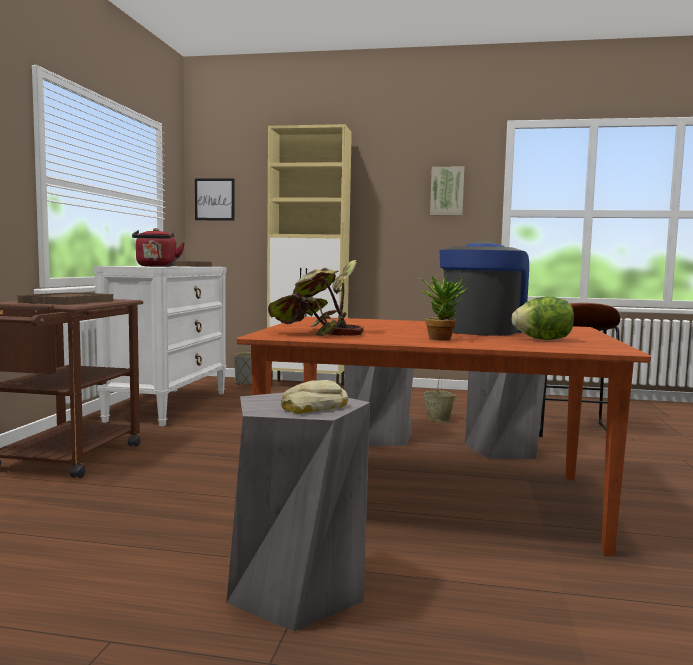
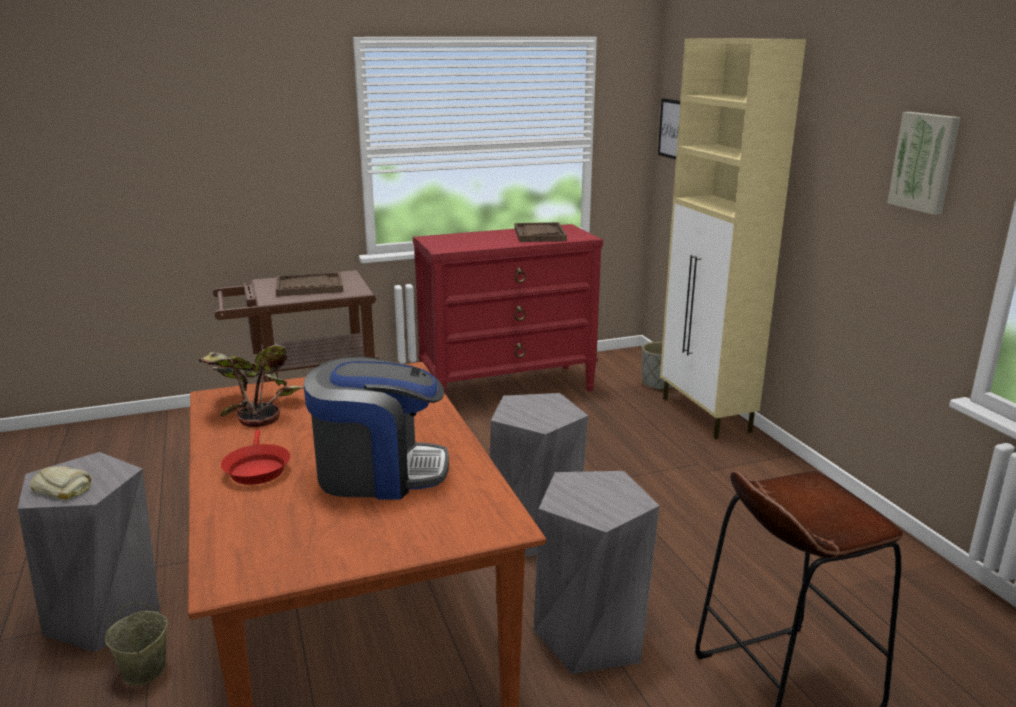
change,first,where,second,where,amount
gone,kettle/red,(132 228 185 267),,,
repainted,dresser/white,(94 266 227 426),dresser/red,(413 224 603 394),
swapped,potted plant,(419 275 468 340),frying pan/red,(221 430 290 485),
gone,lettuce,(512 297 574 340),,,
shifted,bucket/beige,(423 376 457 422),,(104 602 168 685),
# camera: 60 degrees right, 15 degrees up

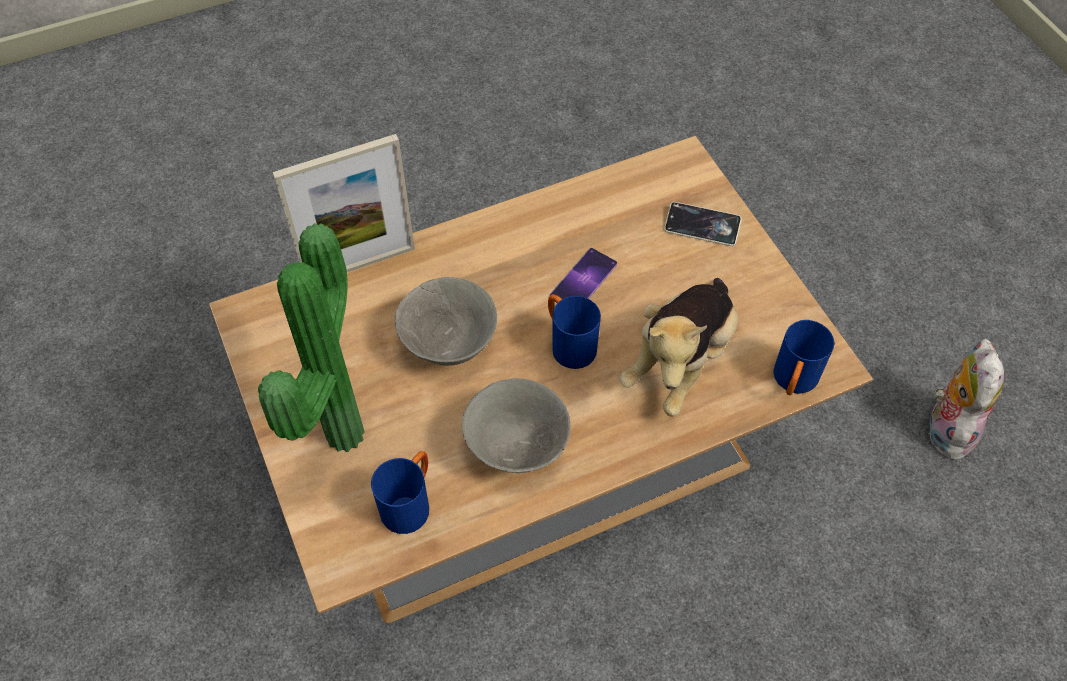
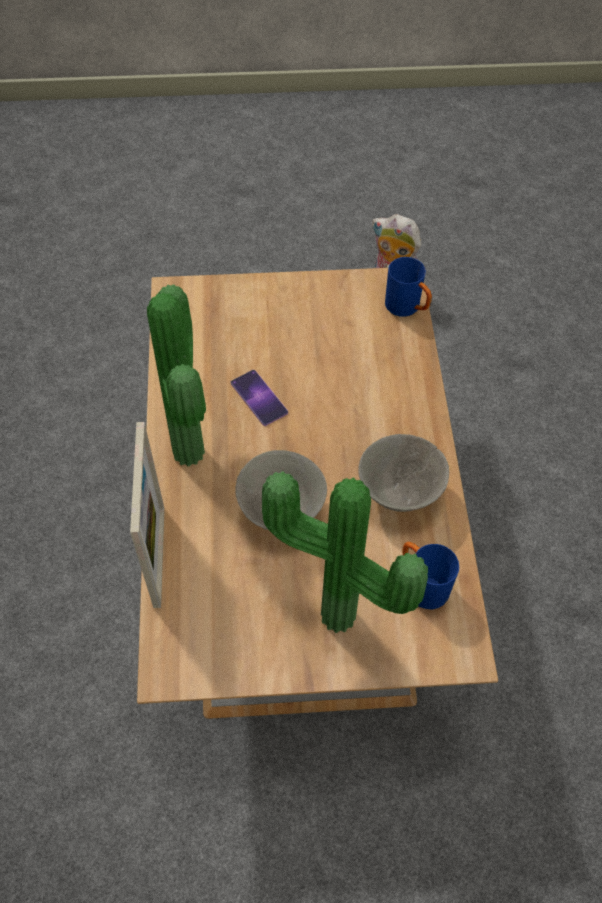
change,first,where,second,where,amount
gone,phone,(664 202 741 246),,,
gone,plush toy,(620 278 738 416),,,
gone,mug/blue,(548 294 601 369),,,
new,,,potted plant,(147 284 206 466),
# camera: 70 degrees left, 0 degrees up

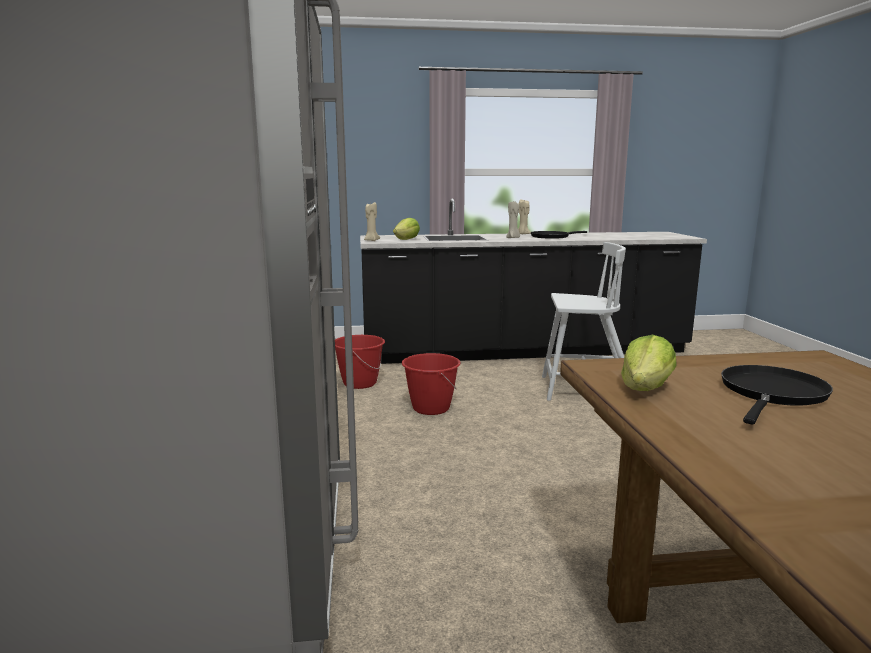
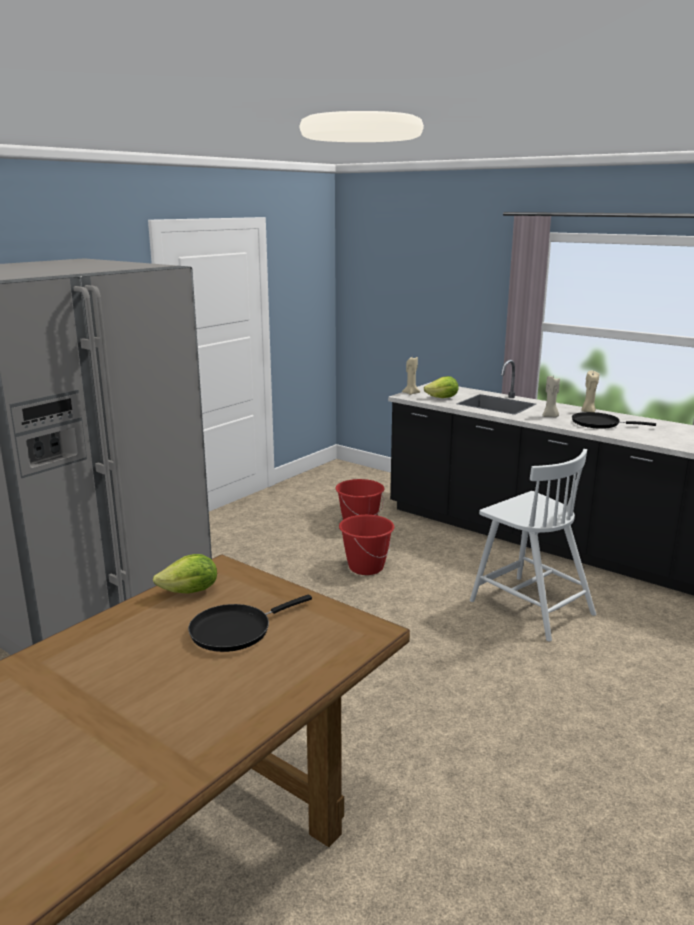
change,first,where,second,where,amount
rotated,frying pan/black,(721 365 833 425),,(188 594 312 652),150 degrees clockwise
# camera: 45 degrees right, 5 degrees up

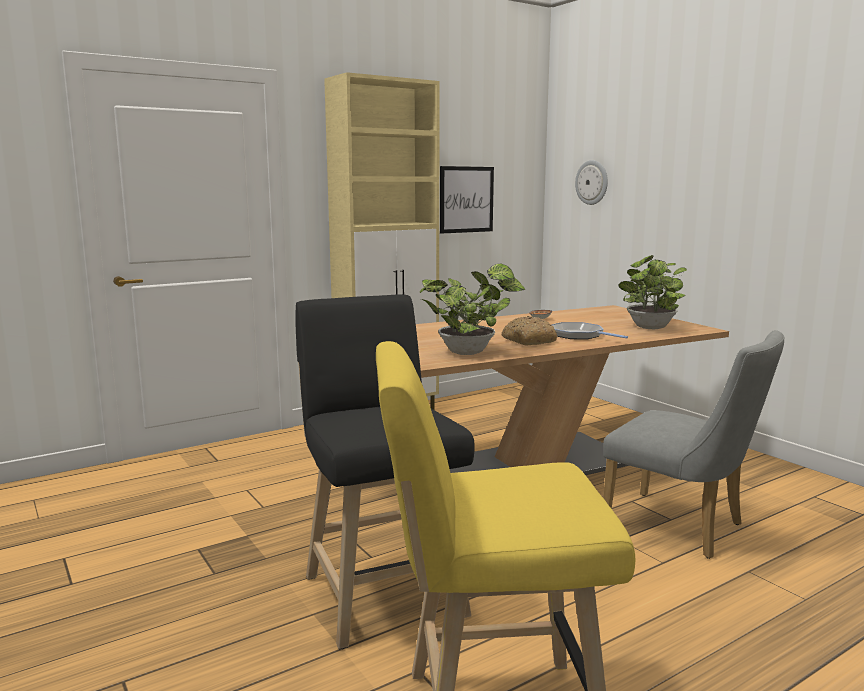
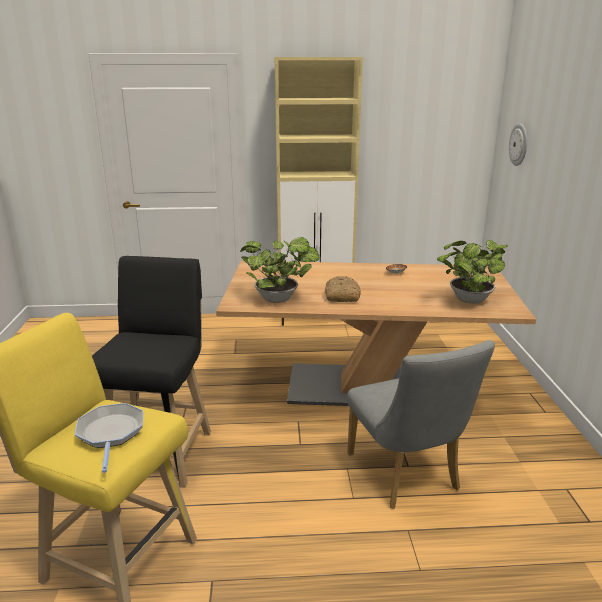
change,first,where,second,where,amount
gone,picture,(440 166 494 234),,,
shifted,frying pan,(551 322 628 339),,(75 403 143 473),
# camera: 30 degrees right, 10 degrees up

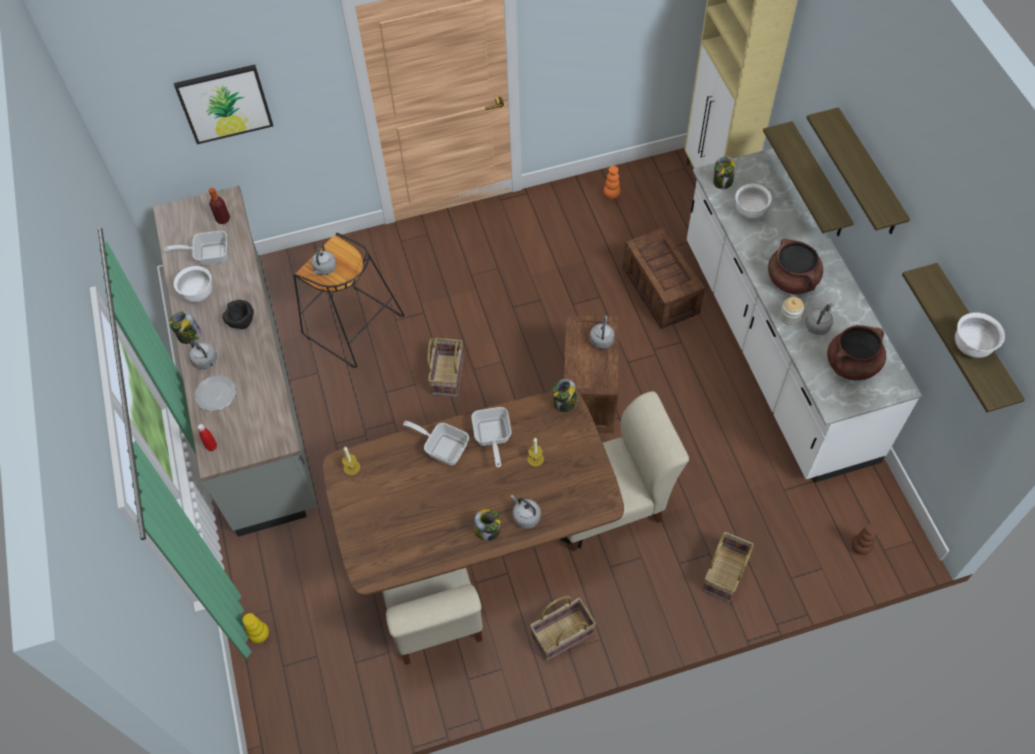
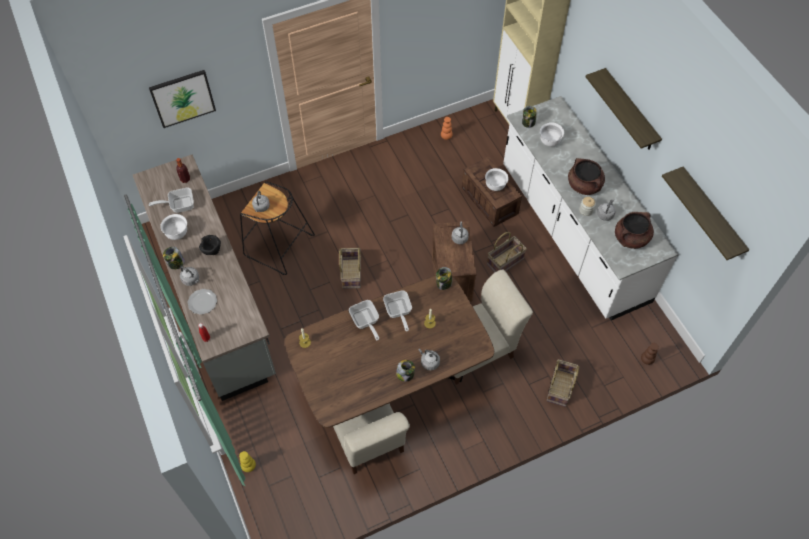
change,first,where,second,where,amount
gone,shelf,(763 121 854 236),,,
shifted,bowl/white,(955 312 1005 358),,(485 168 509 191),
rotated,frying pan,(403 421 469 465),,(349 300 379 340),135 degrees counterclockwise
shifted,basket,(530 596 596 661),,(487 232 527 273),
# camera: 10 degrees left, 0 degrees up

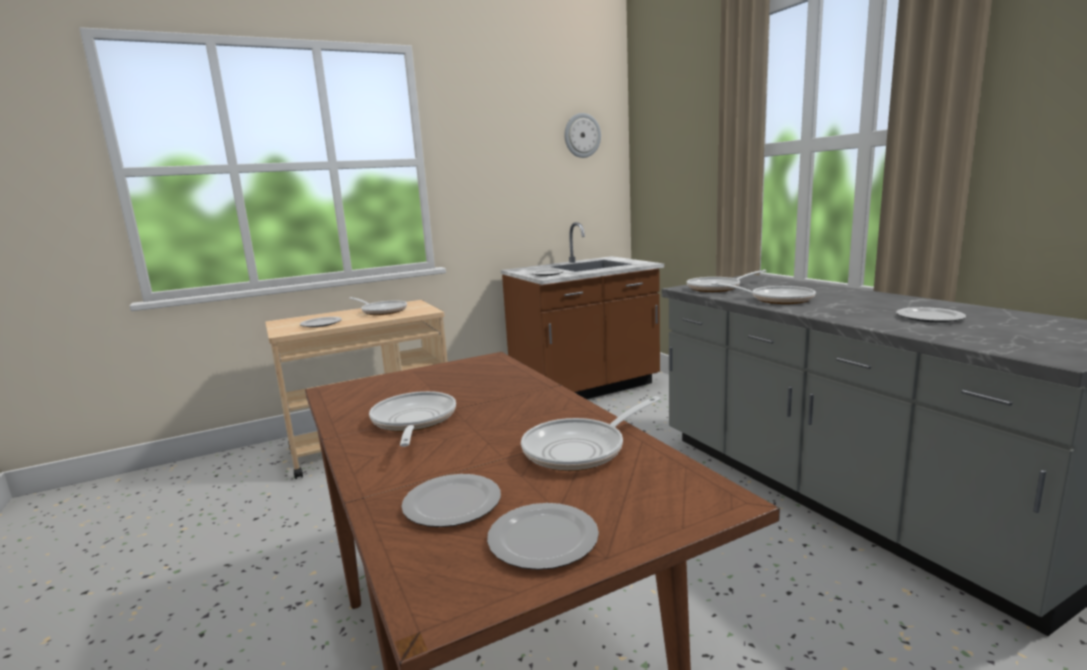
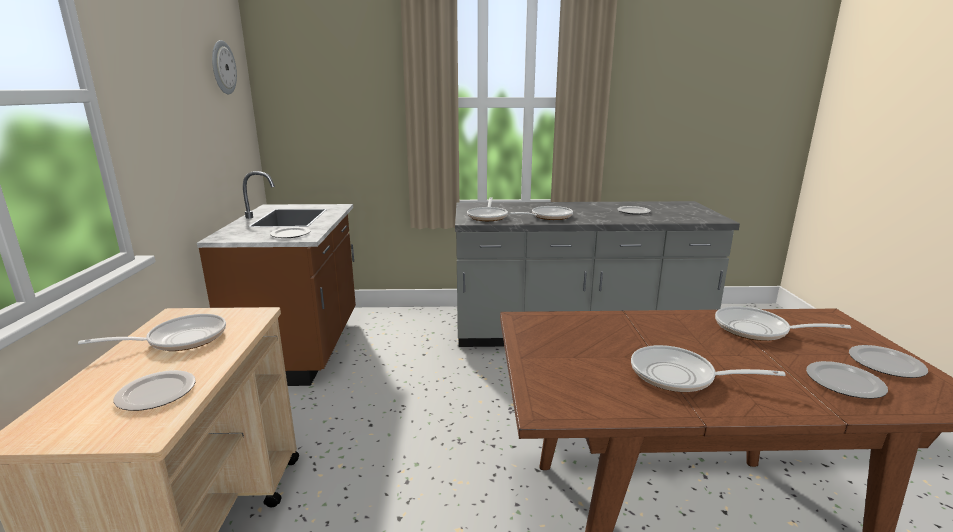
change,first,where,second,where,amount
rotated,frying pan,(521 396 661 471),,(715 306 851 341),120 degrees clockwise
# camera: 65 degrees left, 5 degrees up

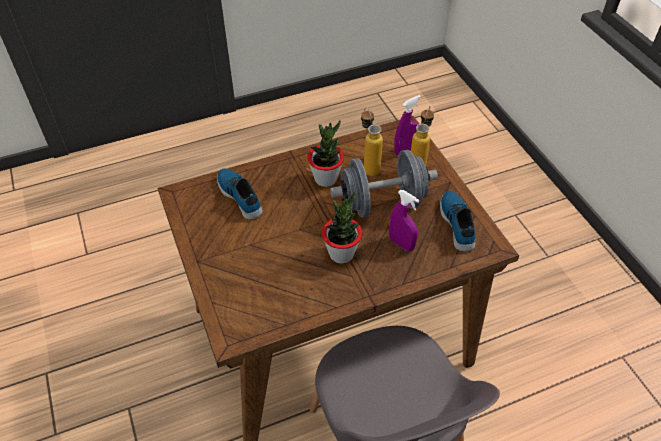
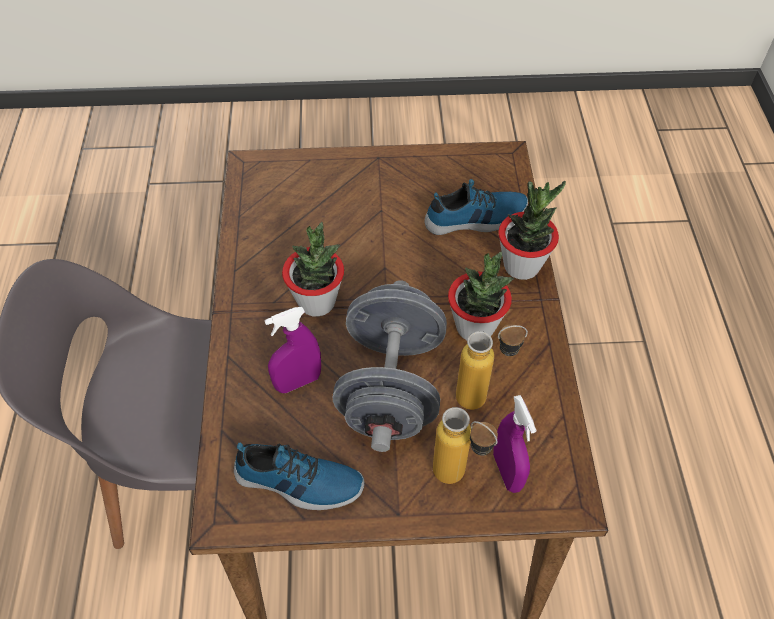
change,first,where,second,where,amount
new,,,potted plant,(499 181 566 280),
# camera: 110 degrees right, 5 degrees up

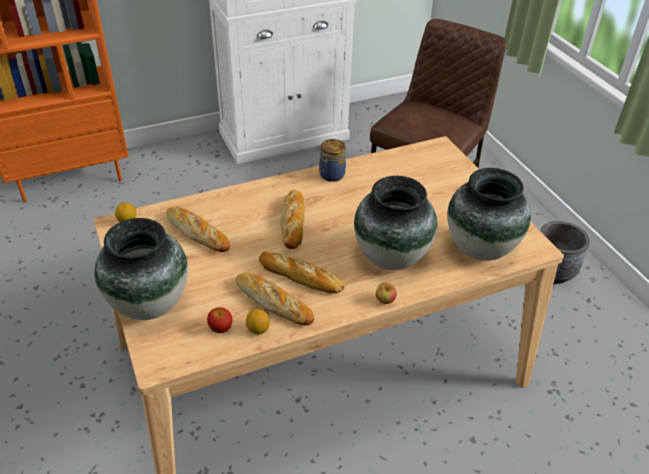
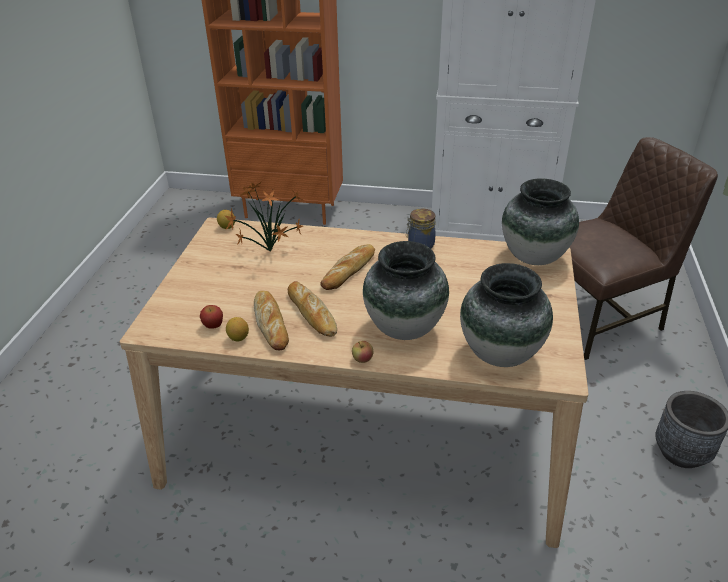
change,first,where,second,where,amount
swapped,bread,(166 206 230 252),potted plant,(225 181 303 252),
shifted,vase,(95 218 188 320),,(502 178 579 265),
# camera: 35 degrees right, 5 degrees down

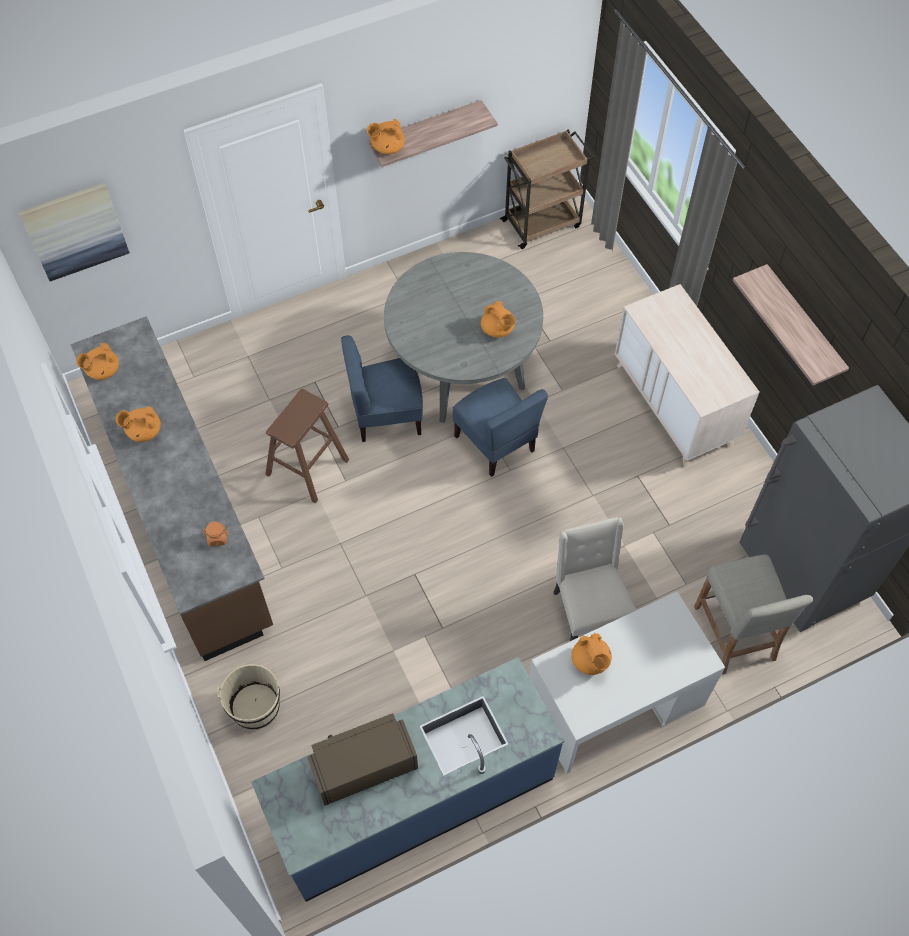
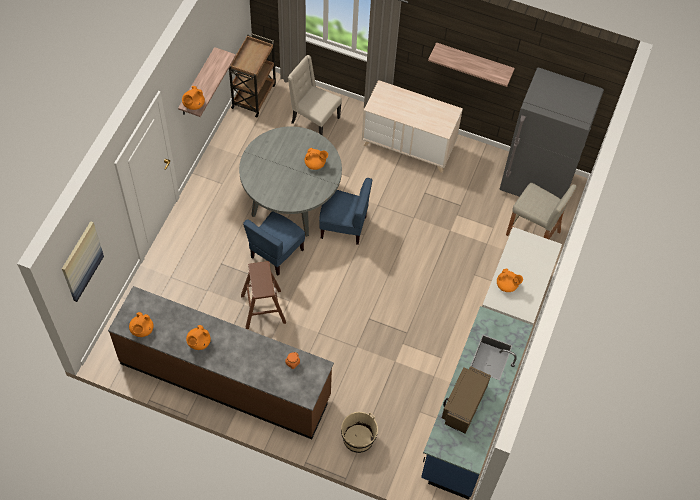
change,first,where,second,where,amount
shifted,chair/beige,(553 517 637 641),,(288 55 342 135),
# camera: 45 degrees left, 0 degrees up

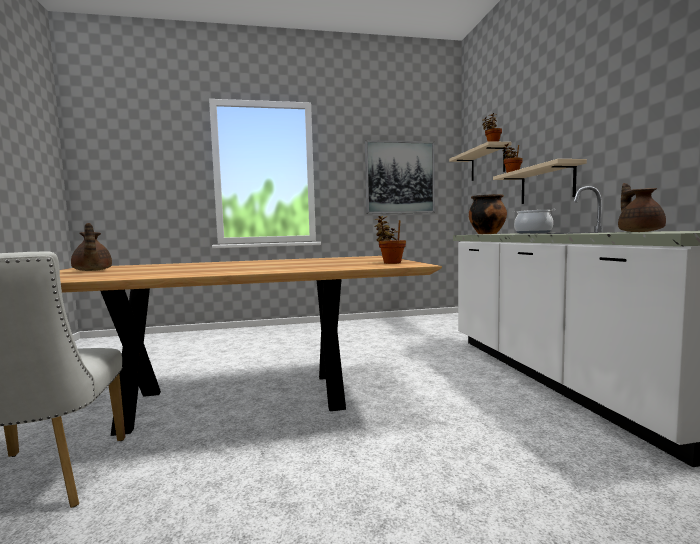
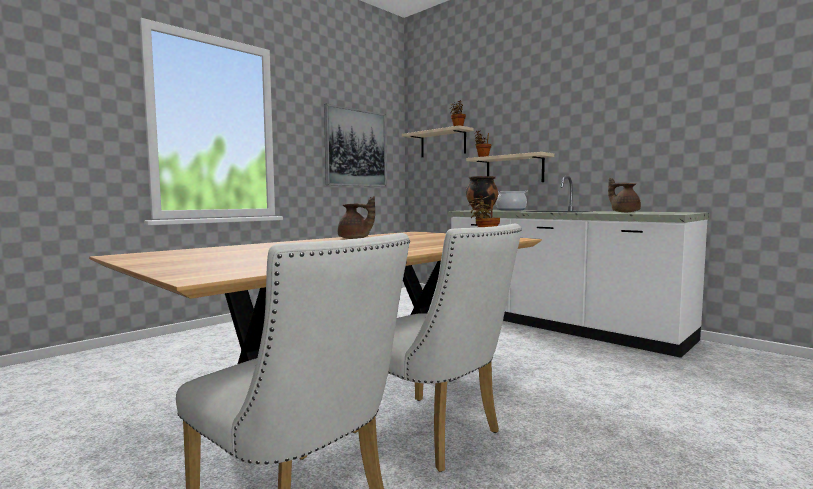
change,first,where,second,where,amount
shifted,teapot/brown,(71 223 112 271),,(338 196 375 239),
new,,,chair/white,(353 224 522 472),
# camera: 35 degrees left, 0 degrees up

